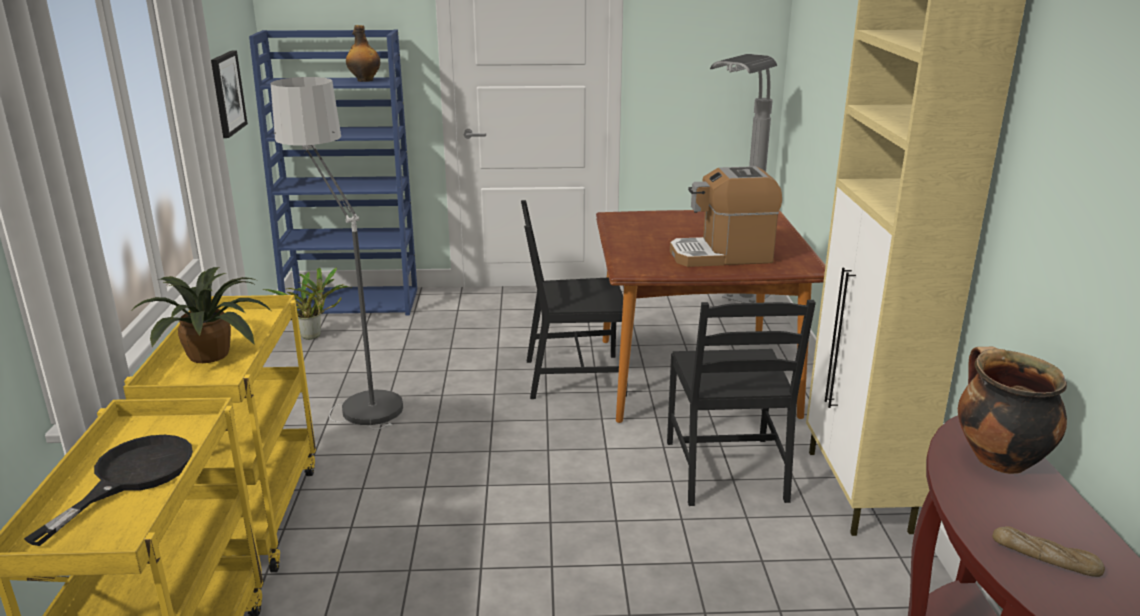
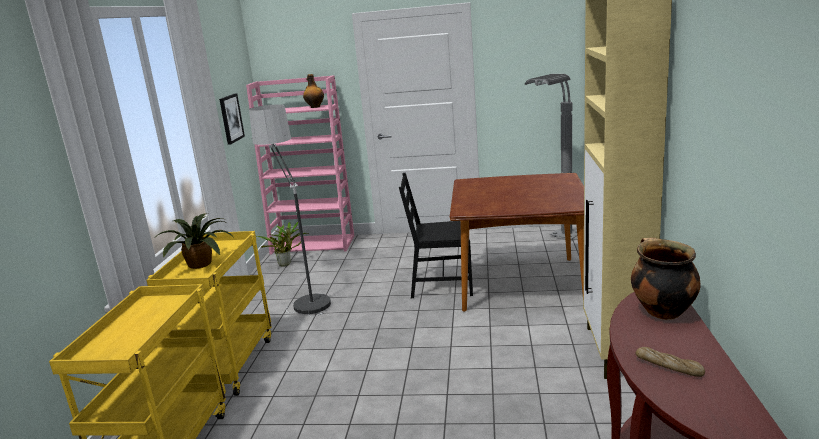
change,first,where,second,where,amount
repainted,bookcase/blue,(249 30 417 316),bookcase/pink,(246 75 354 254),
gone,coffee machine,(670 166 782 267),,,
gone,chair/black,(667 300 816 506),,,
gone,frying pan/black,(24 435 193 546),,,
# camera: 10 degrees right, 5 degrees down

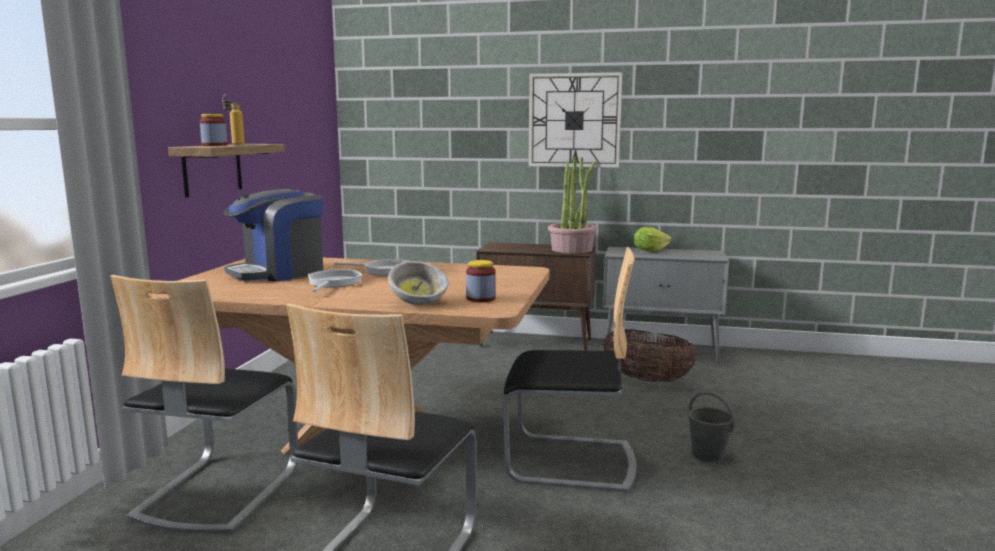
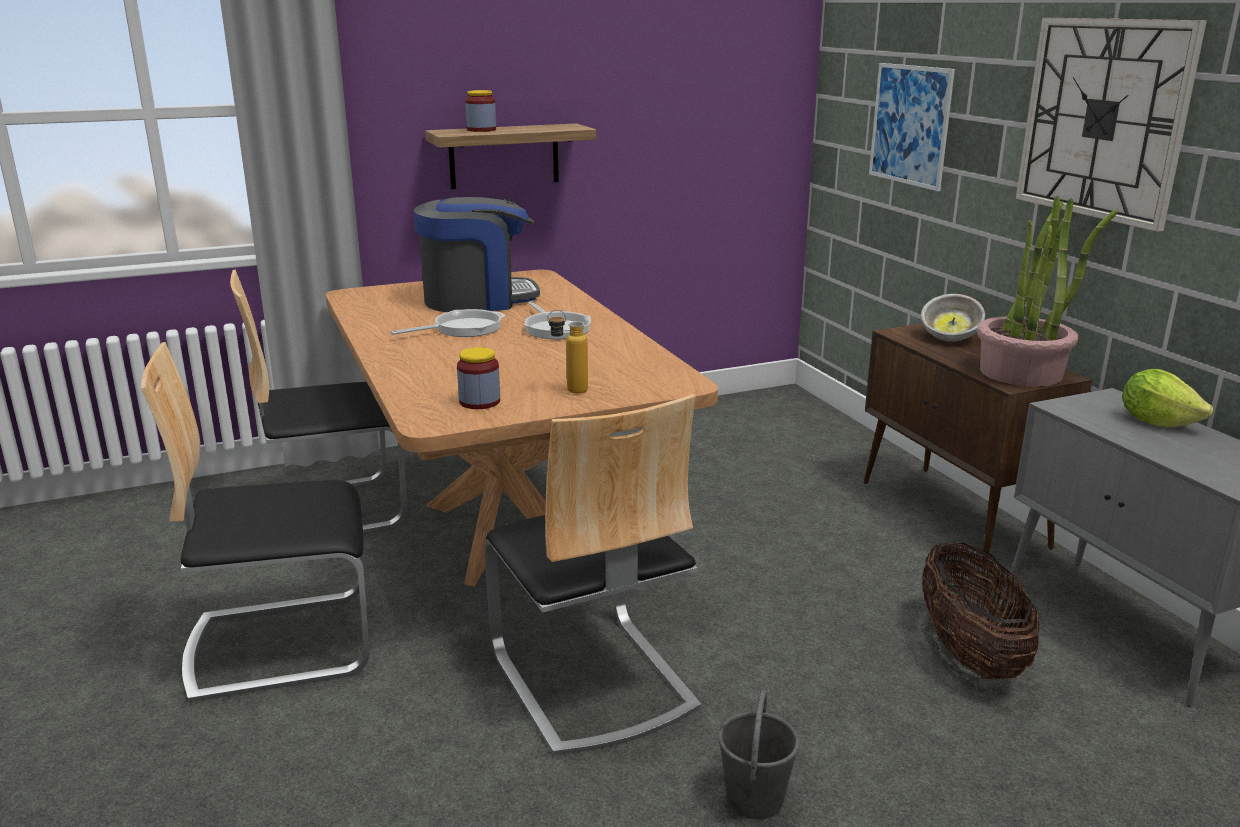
change,first,where,second,where,amount
shifted,bottle,(222 95 245 144),,(547 310 588 393),
rotated,coffee machine,(224 189 324 282),,(414 197 540 312),150 degrees clockwise
shifted,bowl,(388 261 449 305),,(921 294 985 342),
new,,,picture,(869 63 955 191),
# camera: 55 degrees right, 10 degrees up

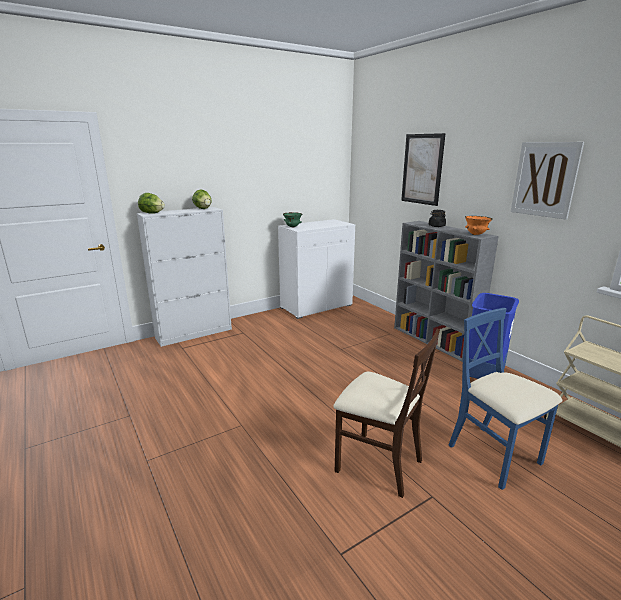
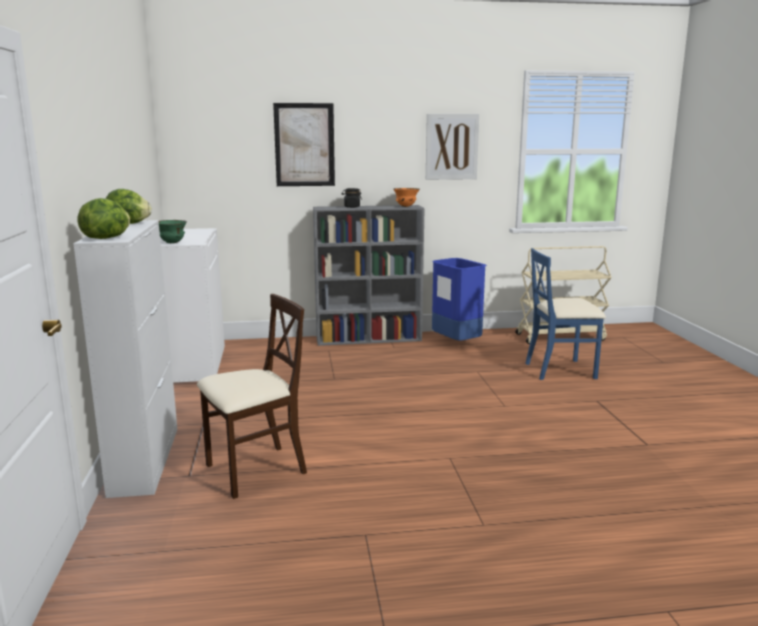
change,first,where,second,where,amount
shifted,chair/beige,(333 329 440 498),,(197 294 307 499),
# camera: 65 degrees left, 5 degrees down

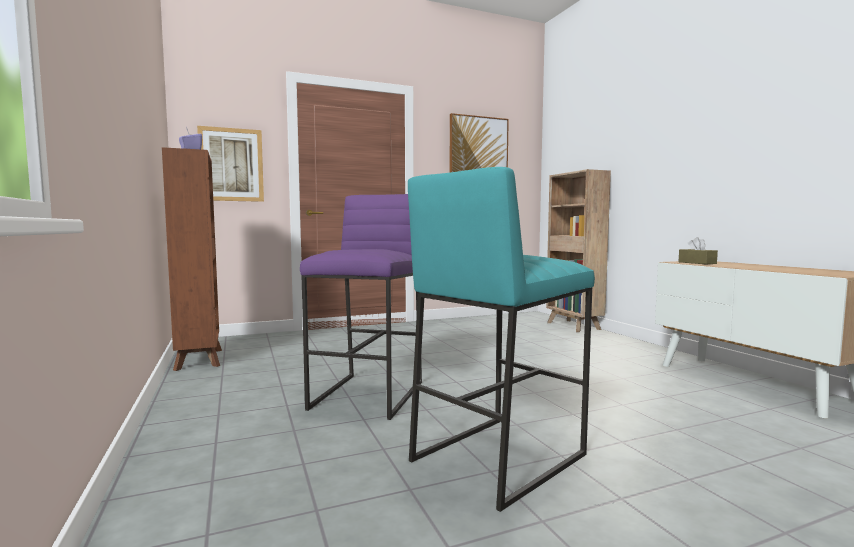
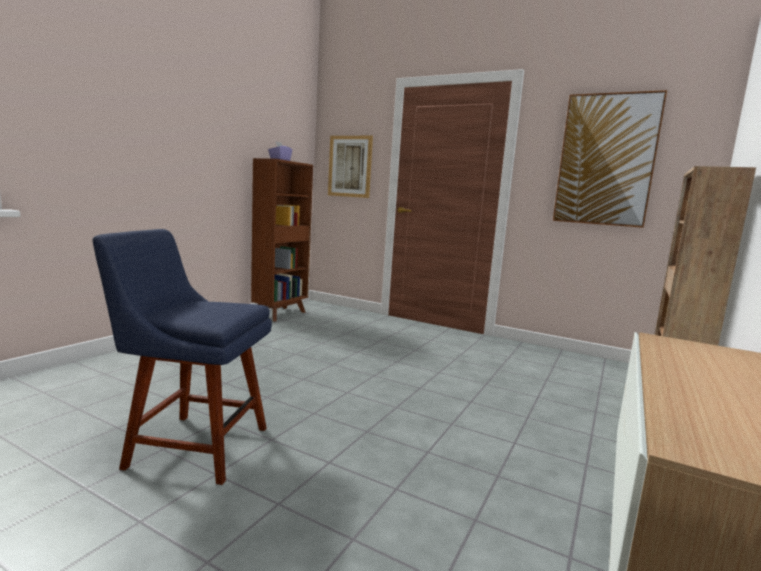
change,first,where,second,where,amount
swapped,stool/turquoise,(408 167 595 512),chair/blue,(92 229 272 485),
gone,stool/purple,(300 194 422 420),,,
gone,tissue box/brown,(678 237 718 264),,,
# camera: 50 degrees right, 5 degrees up

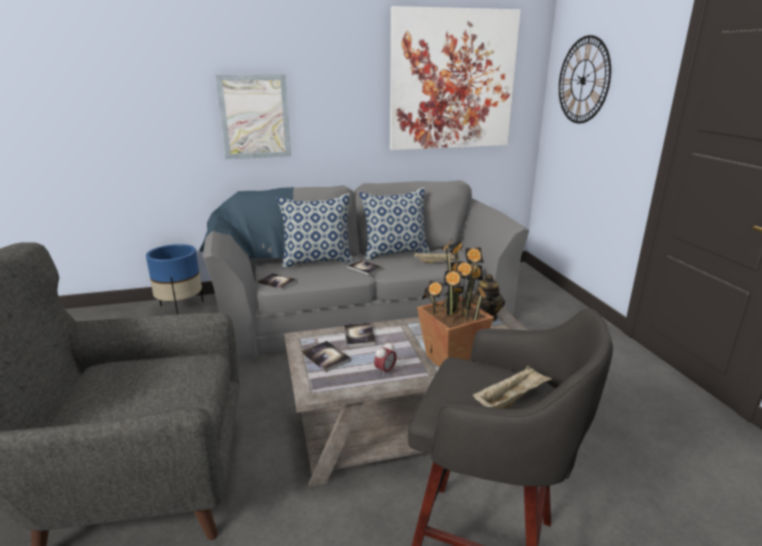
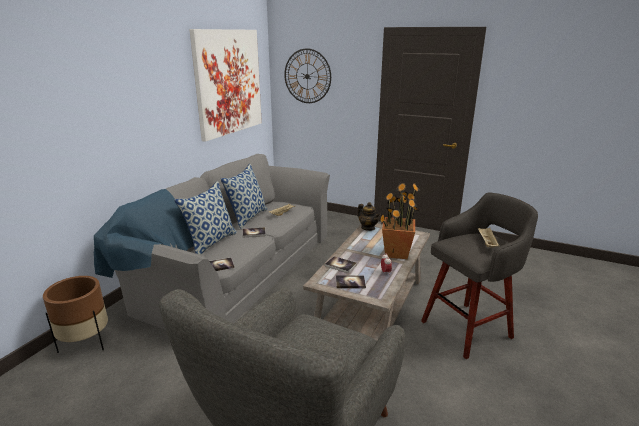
change,first,where,second,where,amount
gone,picture,(216 74 291 159),,,
repainted,planter/blue,(146 244 204 314),planter/brown,(43 276 108 353),
# camera: 50 degrees left, 0 degrees up

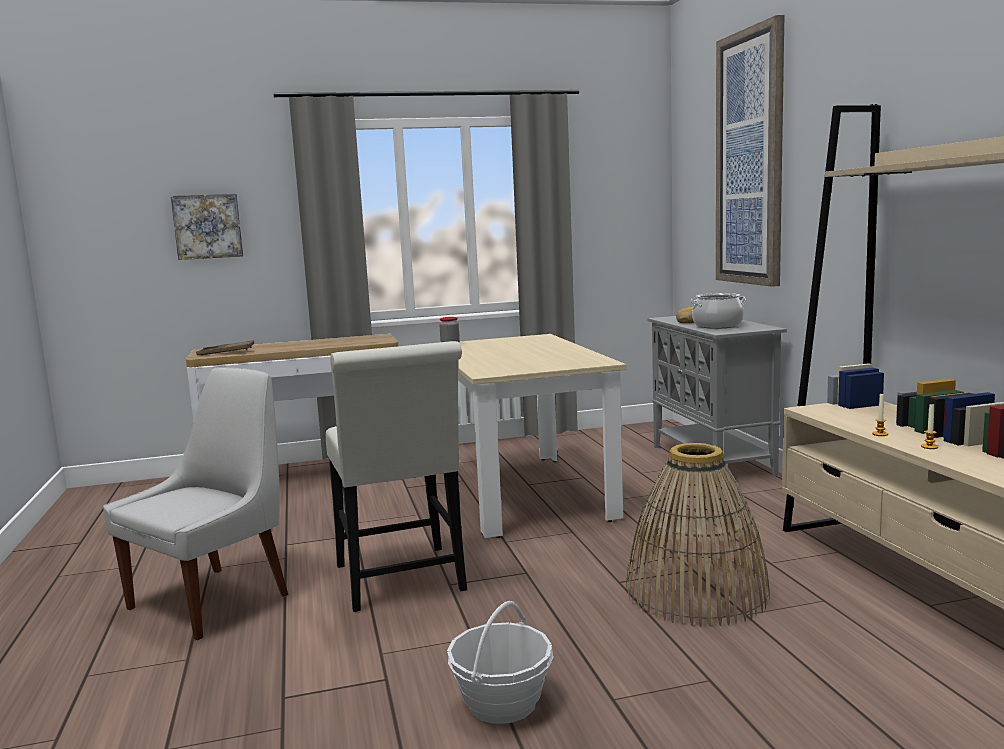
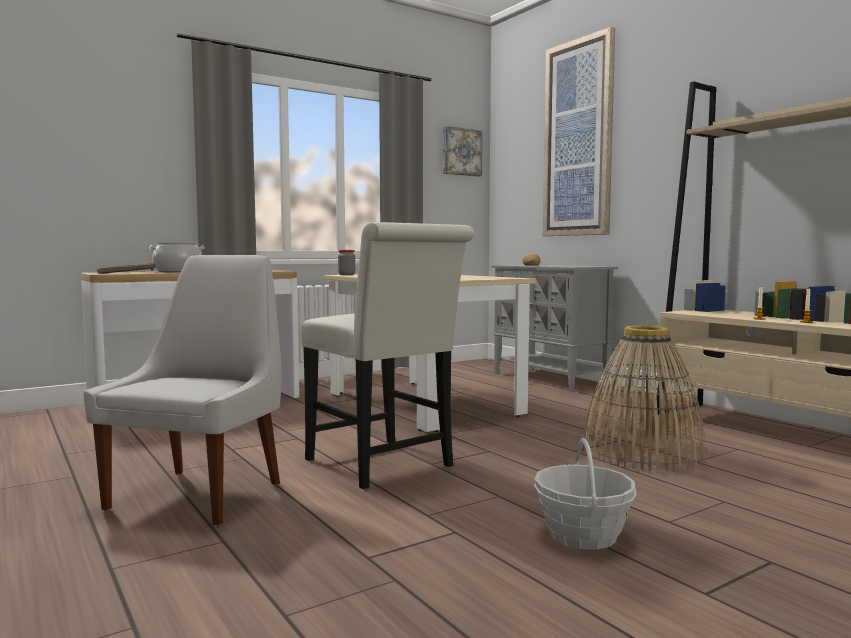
change,first,where,second,where,amount
shifted,picture,(171 193 243 260),,(443 126 482 177),
shifted,cooking pot,(690 293 746 329),,(149 243 205 272),
# camera: 20 degrees left, 5 degrees down

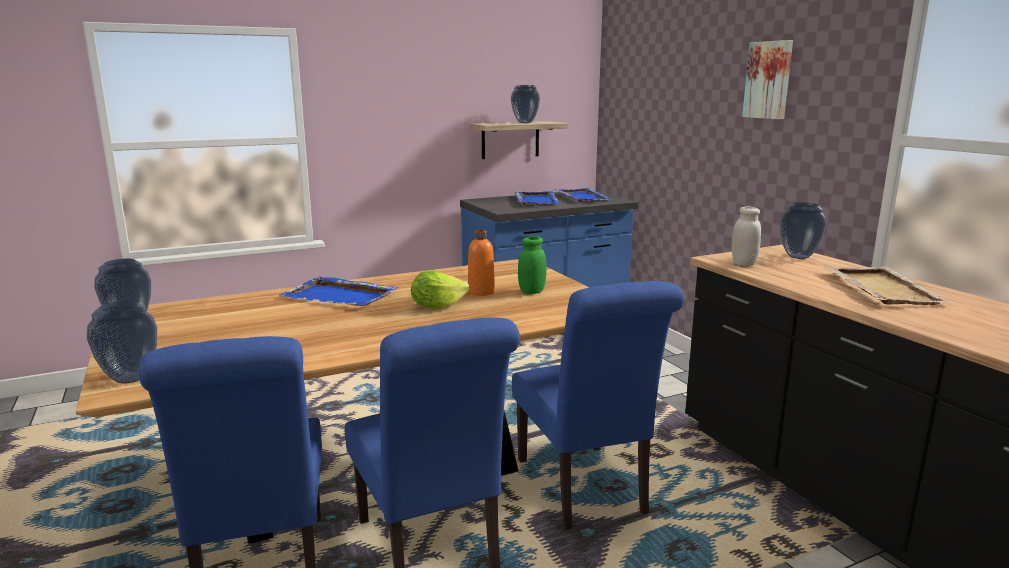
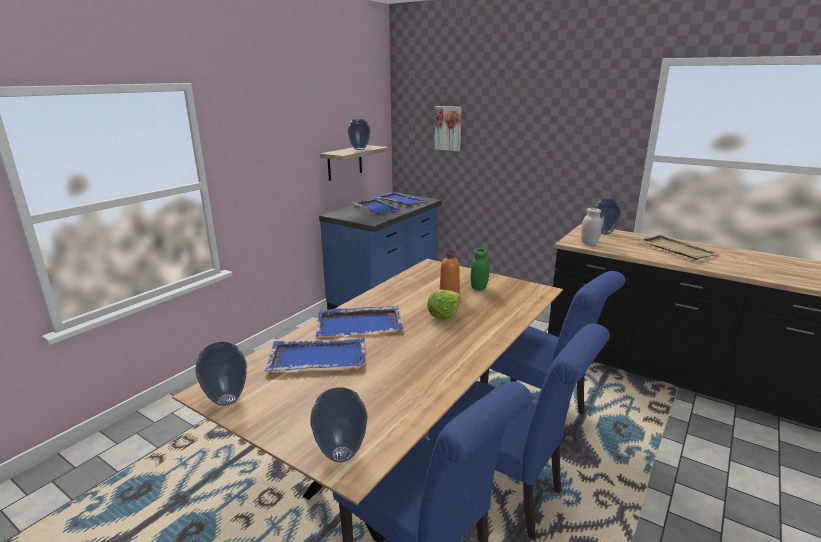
change,first,where,second,where,amount
shifted,picture,(742 40 793 119),,(434 106 462 151),
new,,,tray/blue,(265 338 365 371),
# camera: 30 degrees left, 5 degrees up

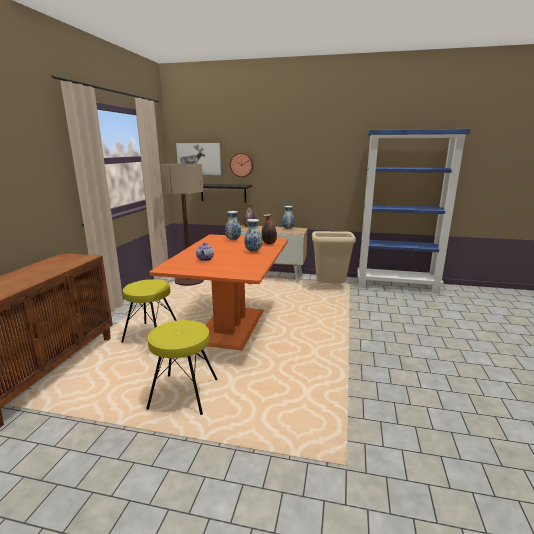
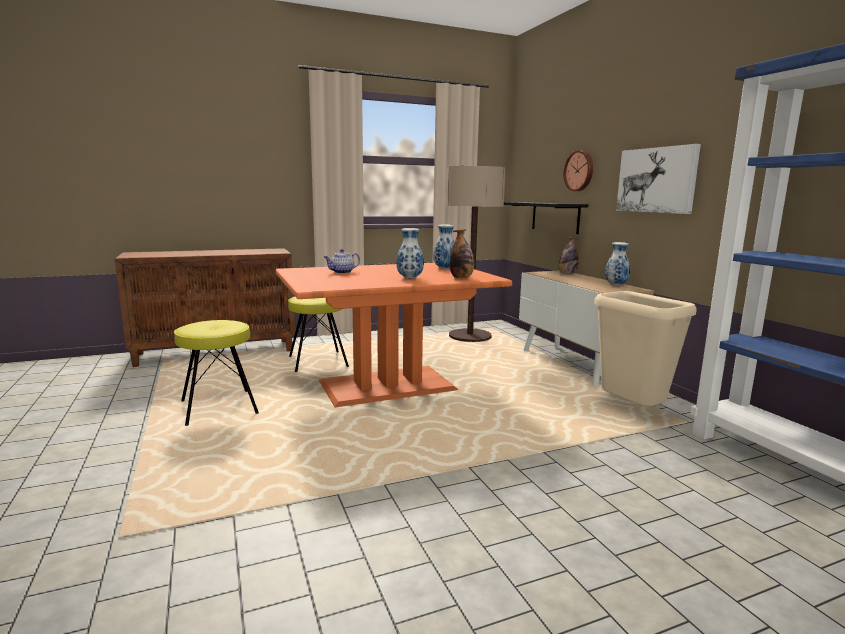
change,first,where,second,where,amount
shifted,picture,(176 143 221 175),,(616 144 701 214),
# camera: 55 degrees right, 5 degrees down

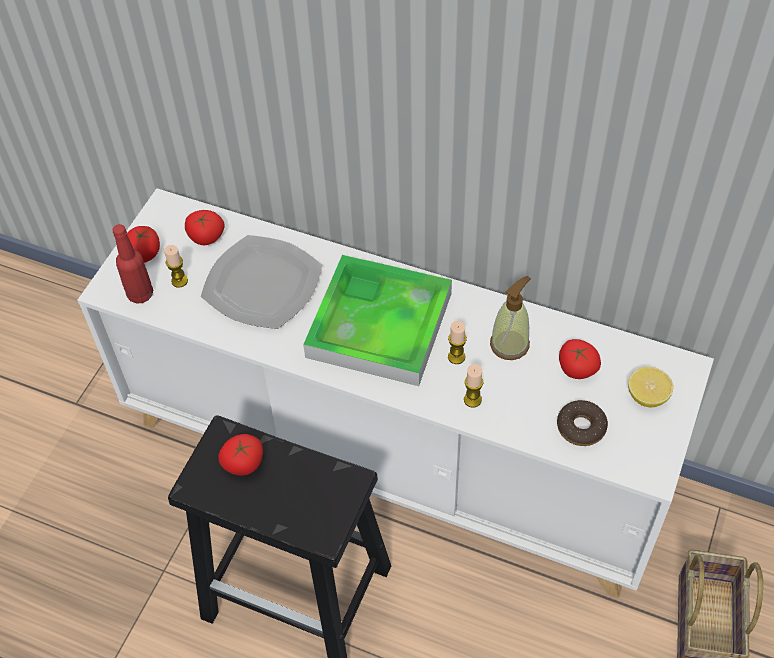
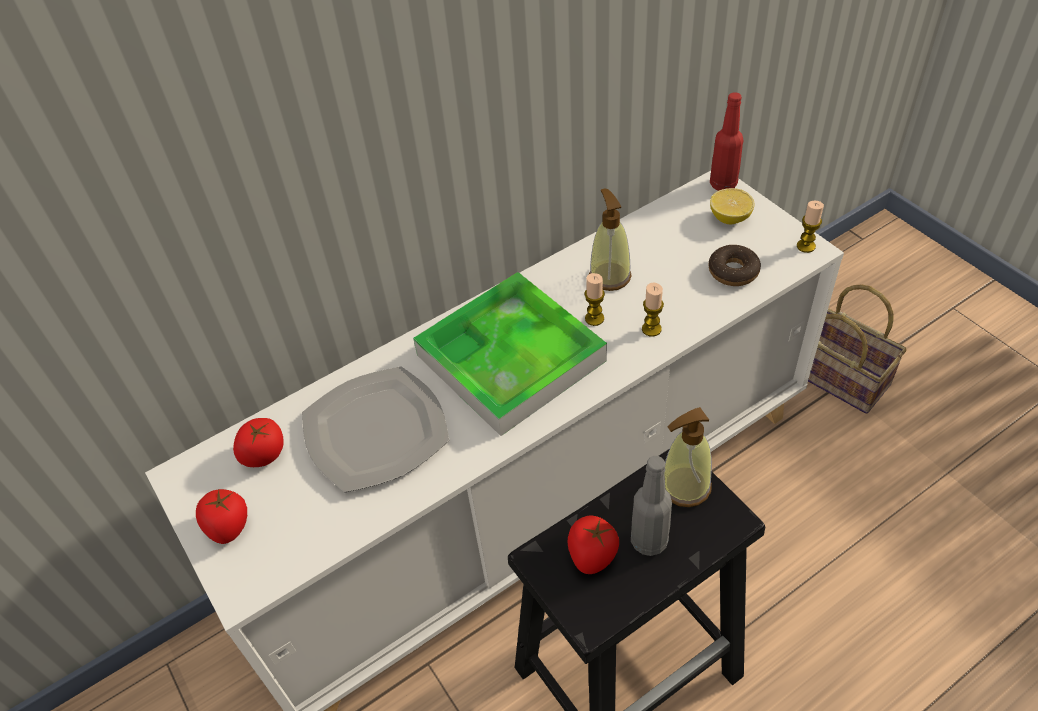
change,first,where,second,where,amount
shifted,bottle/red,(113 224 153 304),,(710 92 743 191),
shifted,candle,(164 245 188 288),,(797 201 824 253),
gone,tomato,(559 339 601 379),,,
new,,,soap dispenser,(664 407 712 507),
new,,,bottle/grey,(631 456 672 556),
# camera: 55 degrees left, 5 degrees down

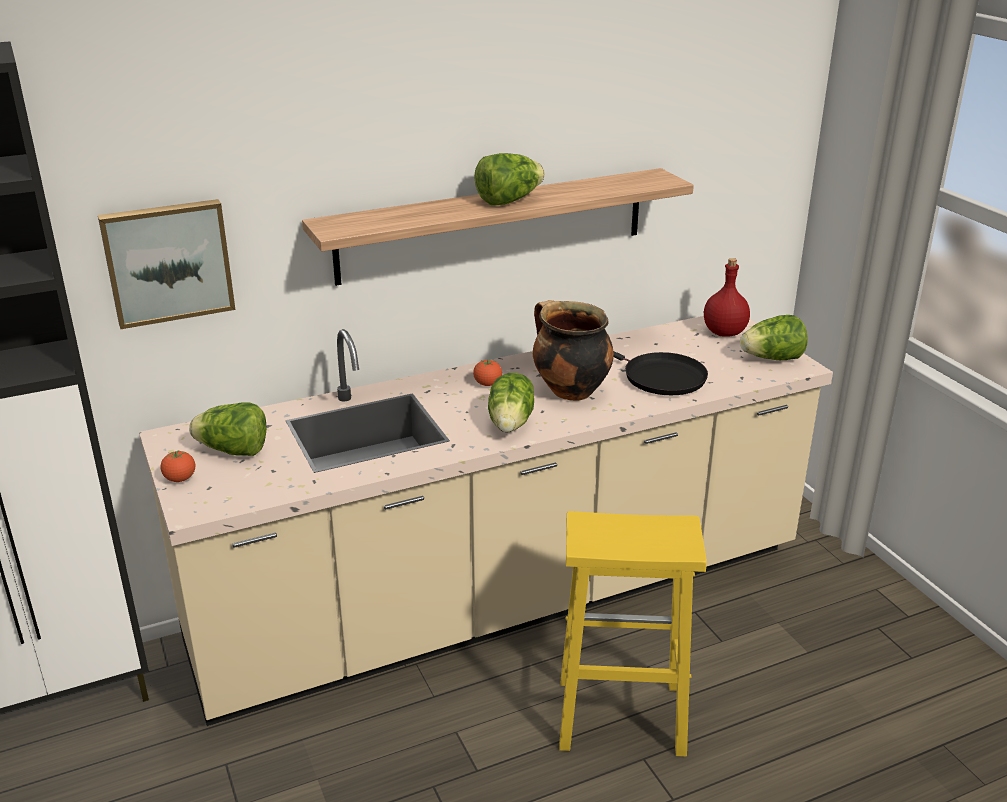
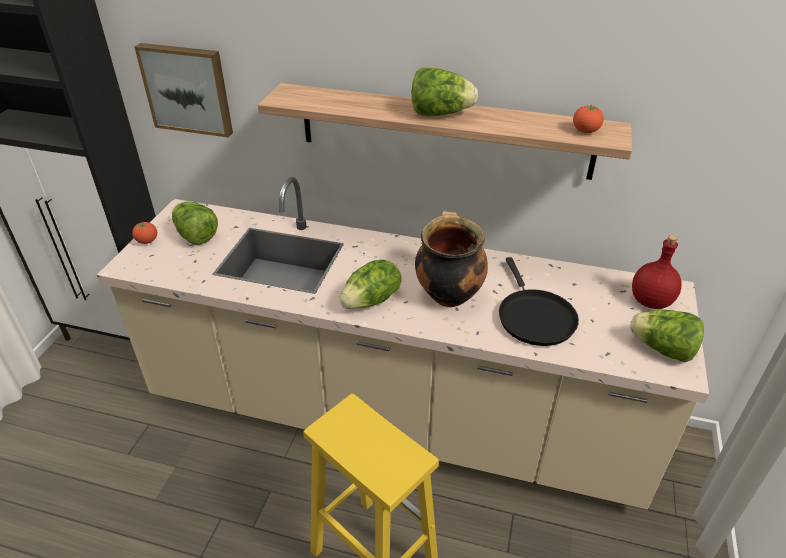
change,first,where,second,where,amount
shifted,tomato,(473 359 502 386),,(573 105 604 133),
# camera: 40 degrees right, 10 degrees up

